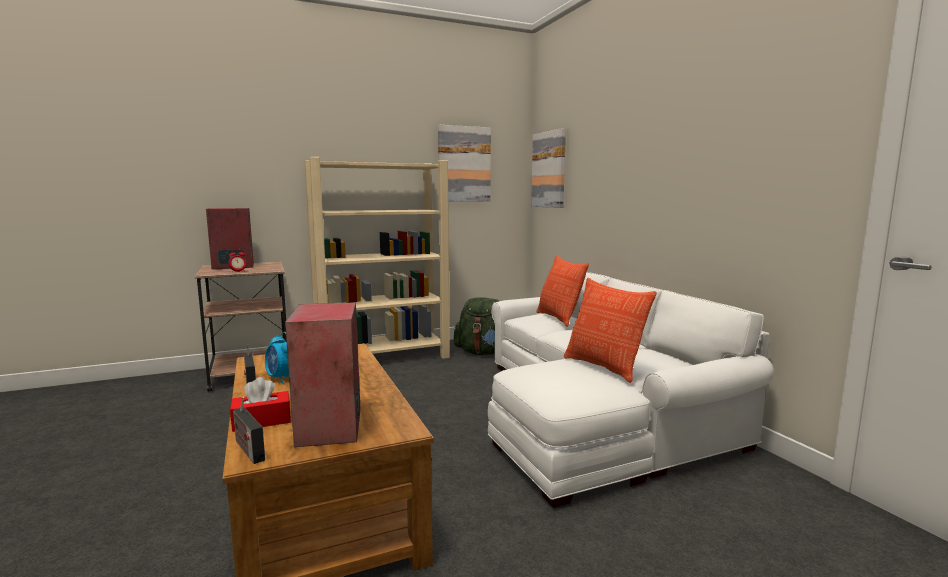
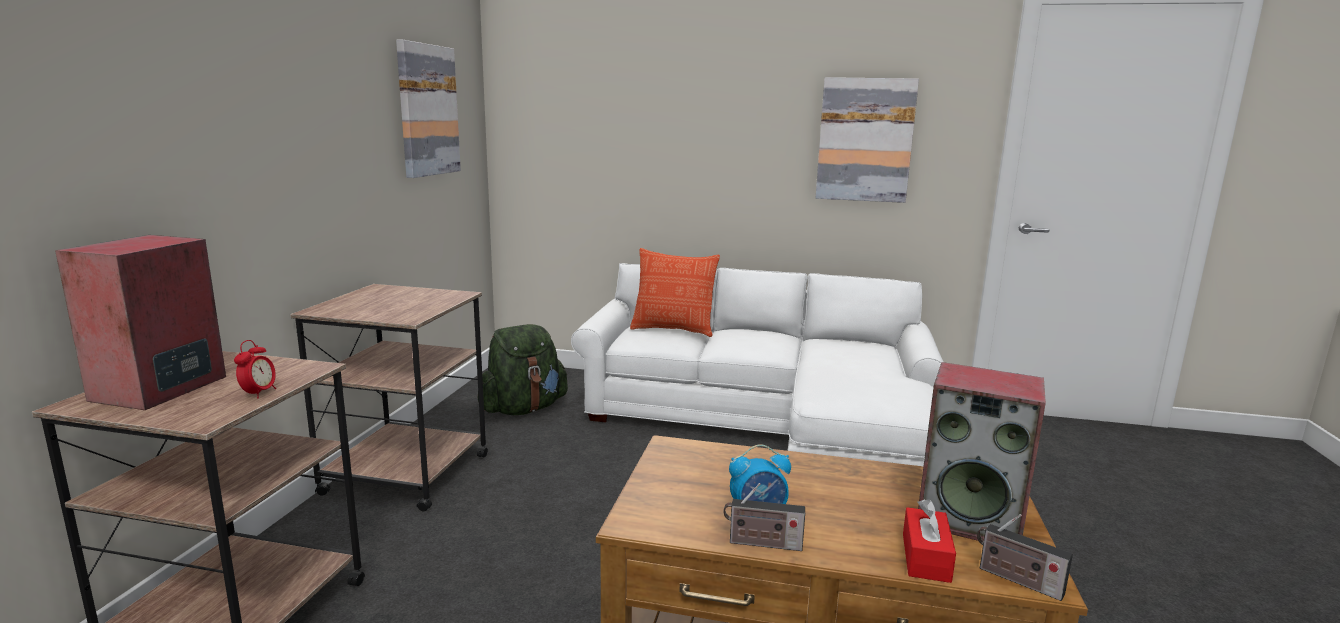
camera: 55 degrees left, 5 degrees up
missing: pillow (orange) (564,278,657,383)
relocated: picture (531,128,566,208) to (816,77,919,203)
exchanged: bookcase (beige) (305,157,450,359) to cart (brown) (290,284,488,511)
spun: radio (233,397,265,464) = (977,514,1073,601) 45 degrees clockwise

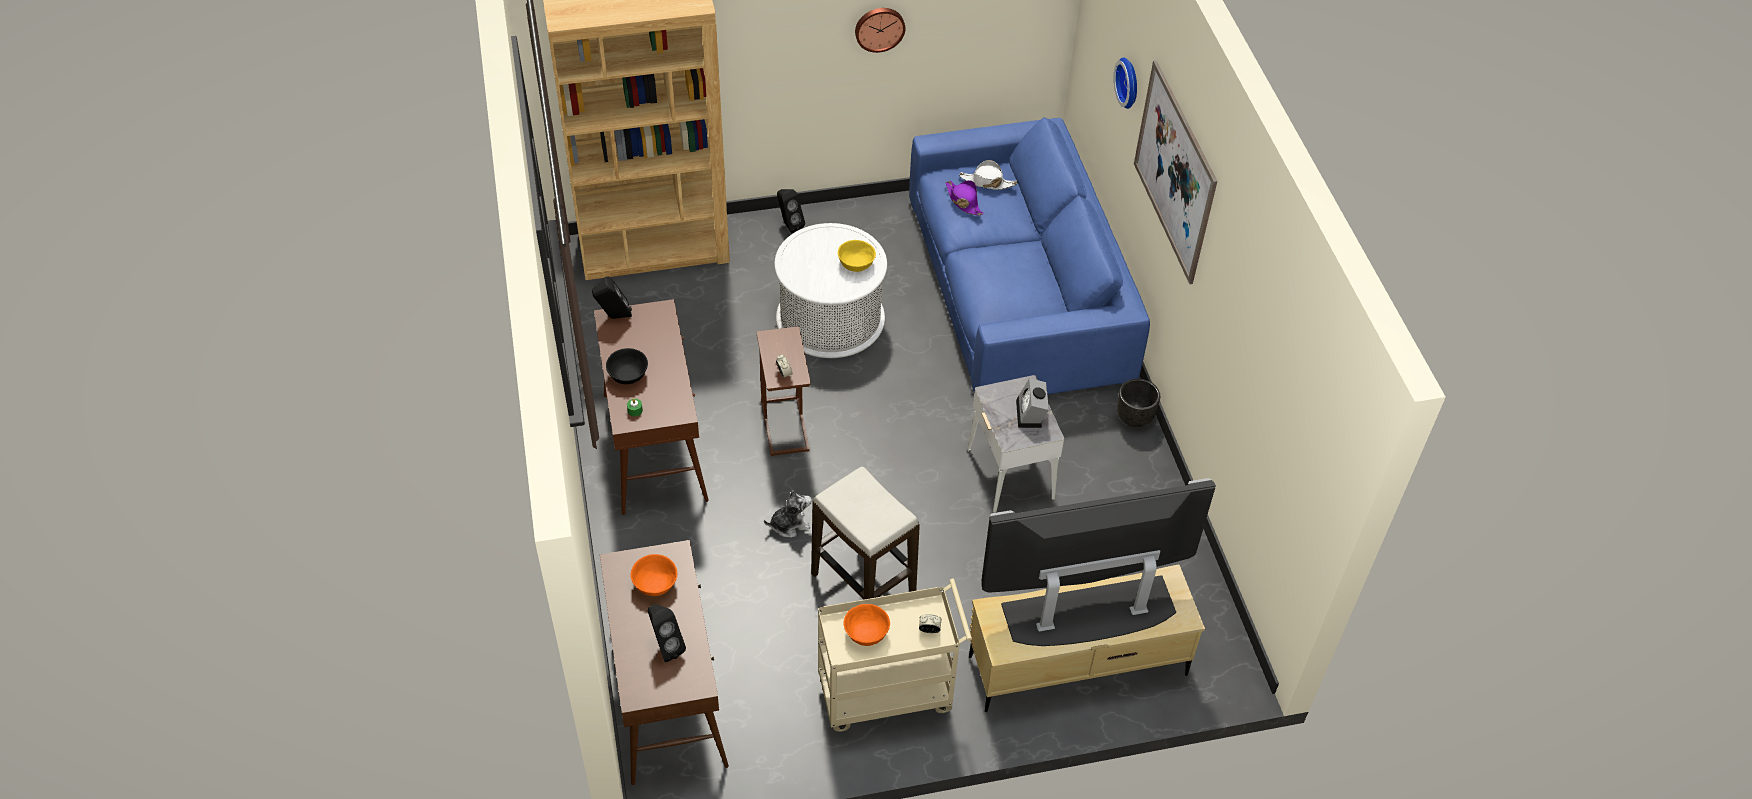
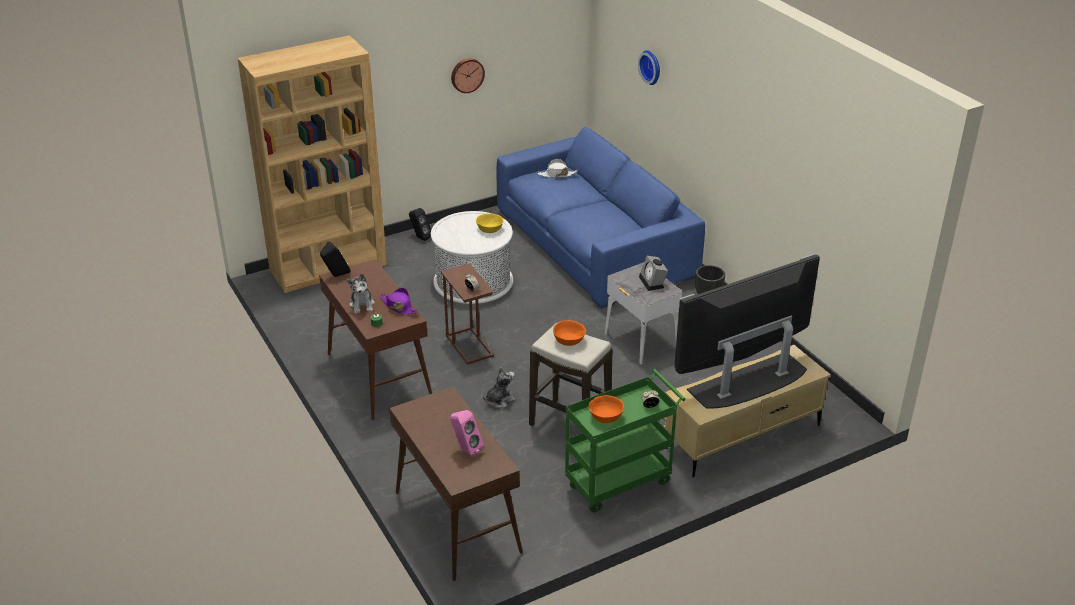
camera: 15 degrees left, 15 degrees down
missing: picture (1134,60,1217,284)
relocated: bowl (orange) (631,554,677,596) to (553,320,586,346); hat (purple) (945,180,984,215) to (380,288,418,315)
exchanged: bowl (black) (606,348,648,384) to plush toy (347,274,375,314)
colour: speaker (black) (648,604,686,662) to speaker (pink) (450,410,484,457); cart (beige) (818,578,972,732) to cart (green) (565,368,686,512)

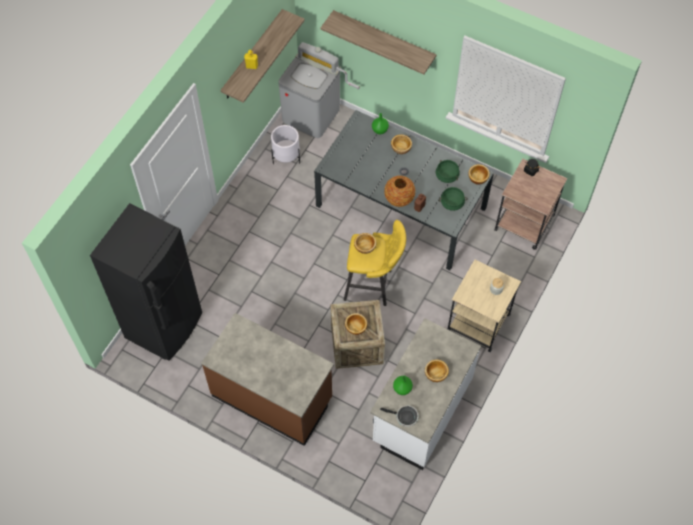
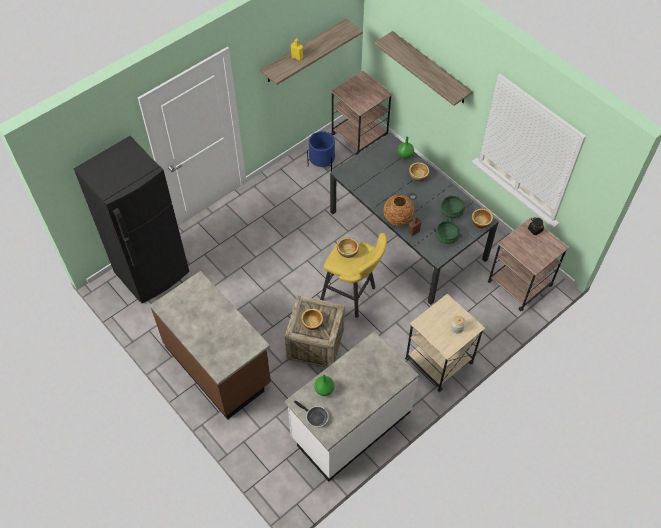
camera: 20 degrees right, 5 degrees down
missing: bowl (425,359,449,382)
exchanged: washing machine (grey) (278,42,360,138) to cart (brown) (330,71,393,155)
colour: planter (white) (271,125,300,164) to planter (blue) (307,131,335,172)

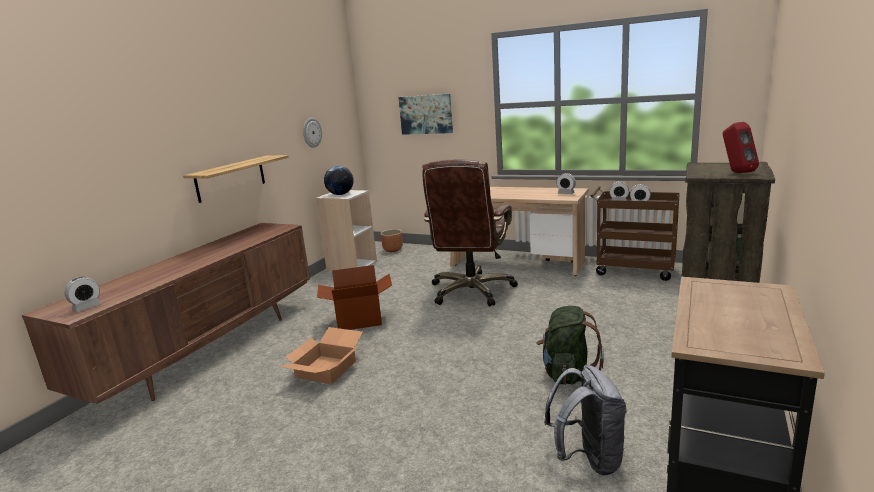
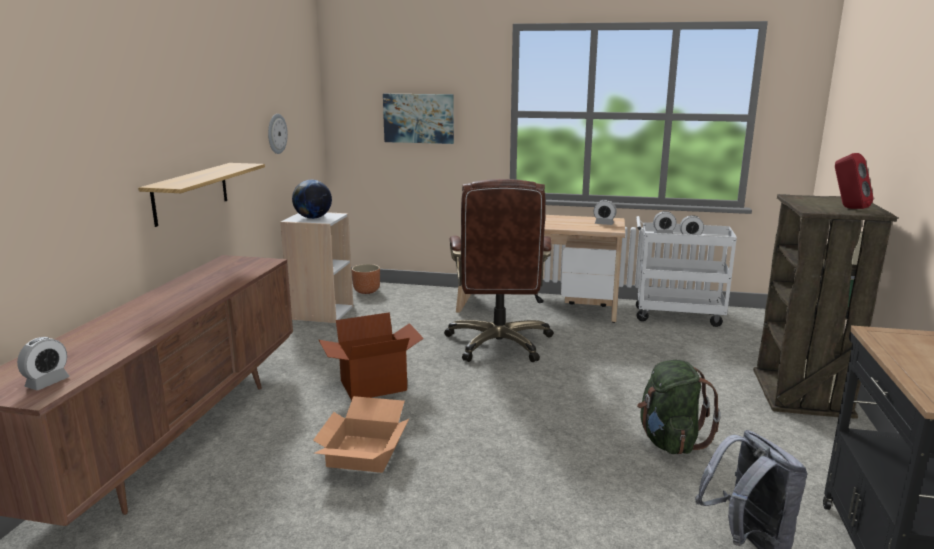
camera: 15 degrees left, 0 degrees up
colour: cart (brown) (590,186,680,281) to cart (white) (636,216,737,327)

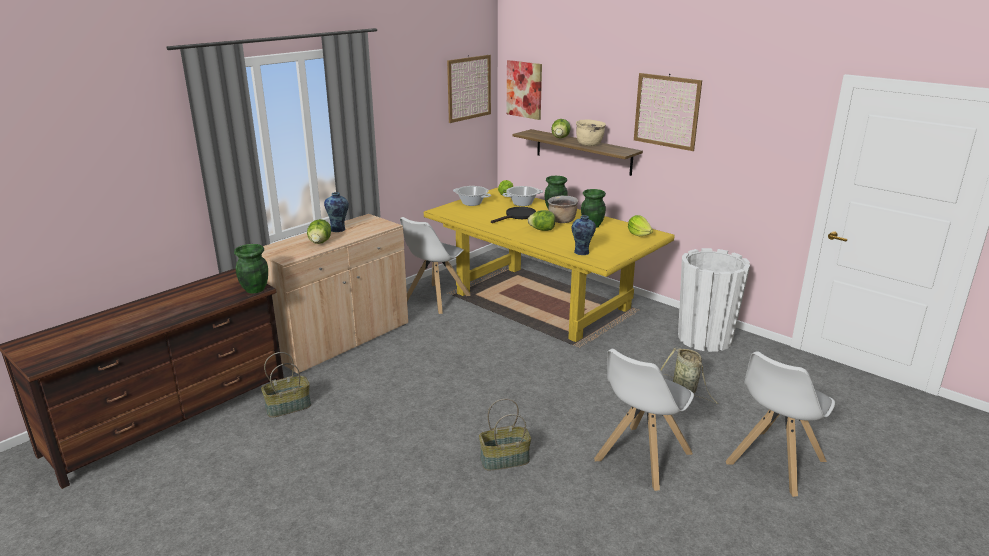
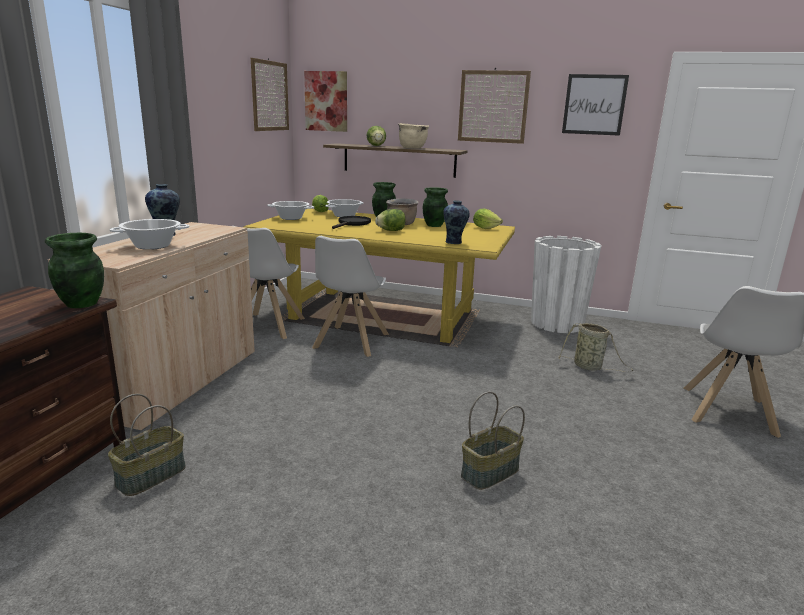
camera: 25 degrees left, 5 degrees down
appeared: picture (562,74,629,136)
relocated: chair (594,349,694,491) to (312,236,389,357)
exchanged: lettuce (307,219,331,244) to cooking pot (109,219,190,250)

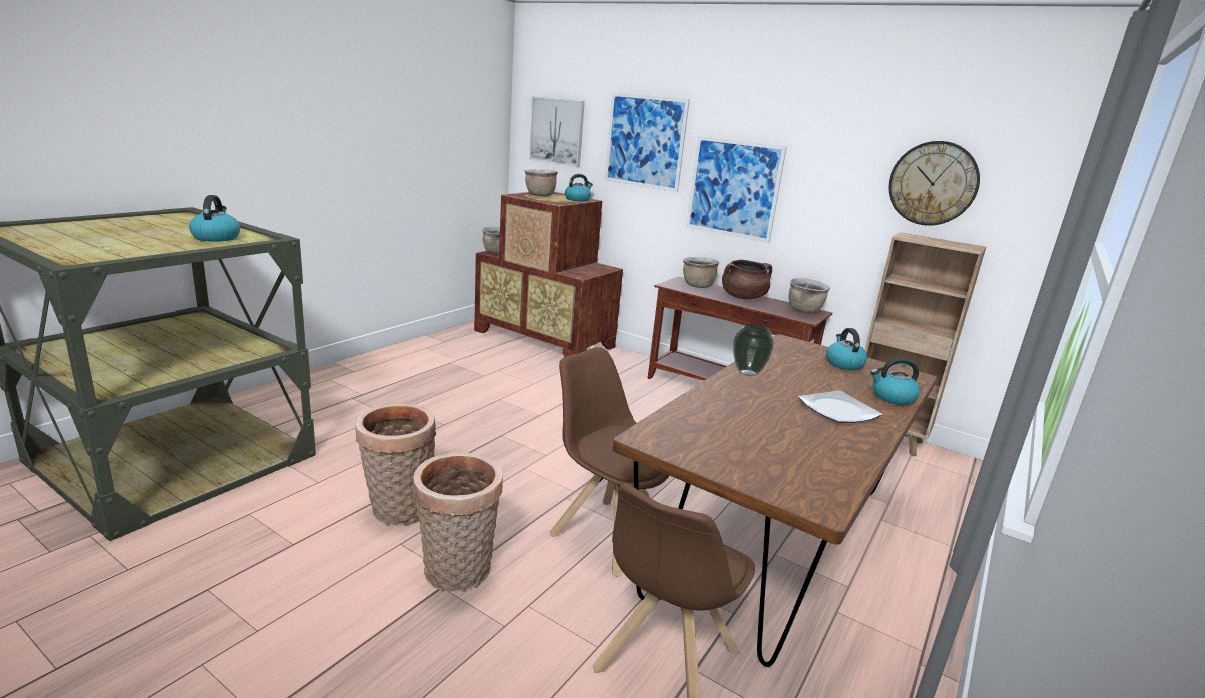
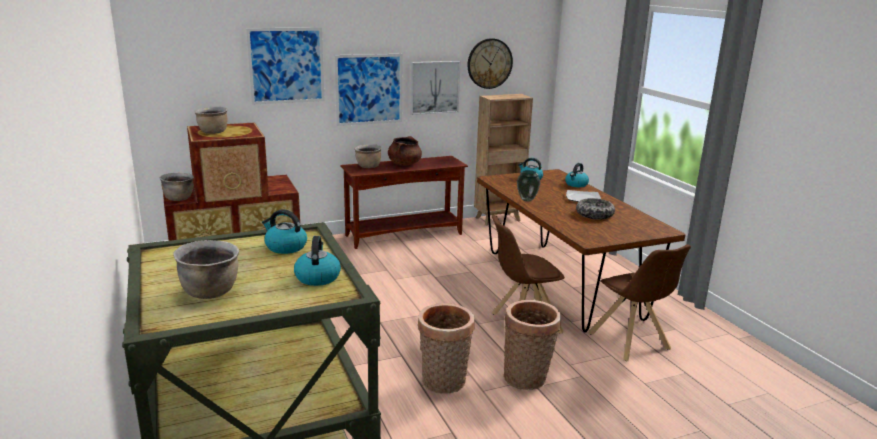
camera: 55 degrees left, 0 degrees up
appeared: bowl (576,198,615,220)
relocated: picture (529,96,585,167) to (410,61,460,115); kettle (565,174,593,201) to (294,236,341,286); cooking pot (brown) (789,278,830,314) to (173,240,239,299)

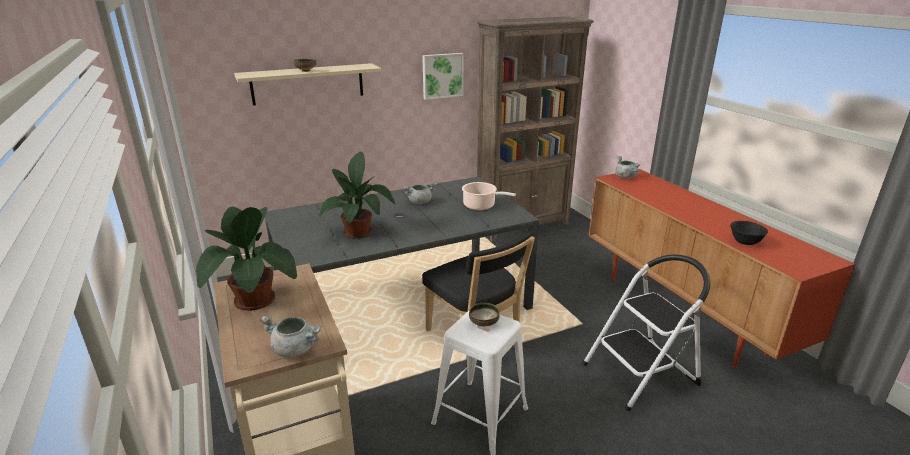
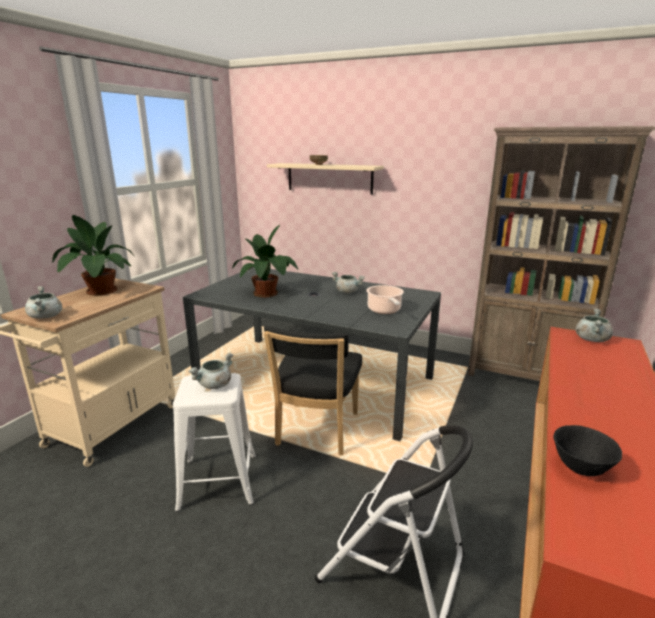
camera: 50 degrees right, 5 degrees down
missing: picture (422,53,464,100)
exchanged: bowl (469,303,500,327) to cooking pot (grey) (188,352,233,389)

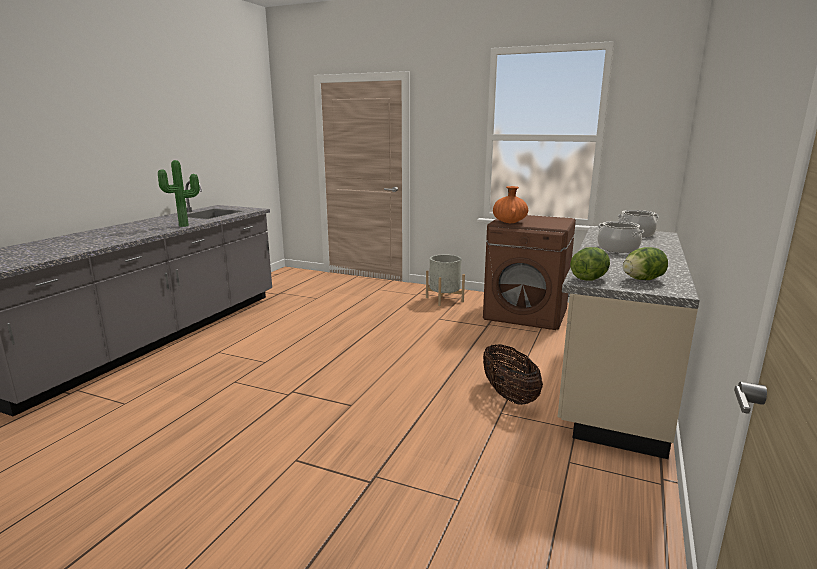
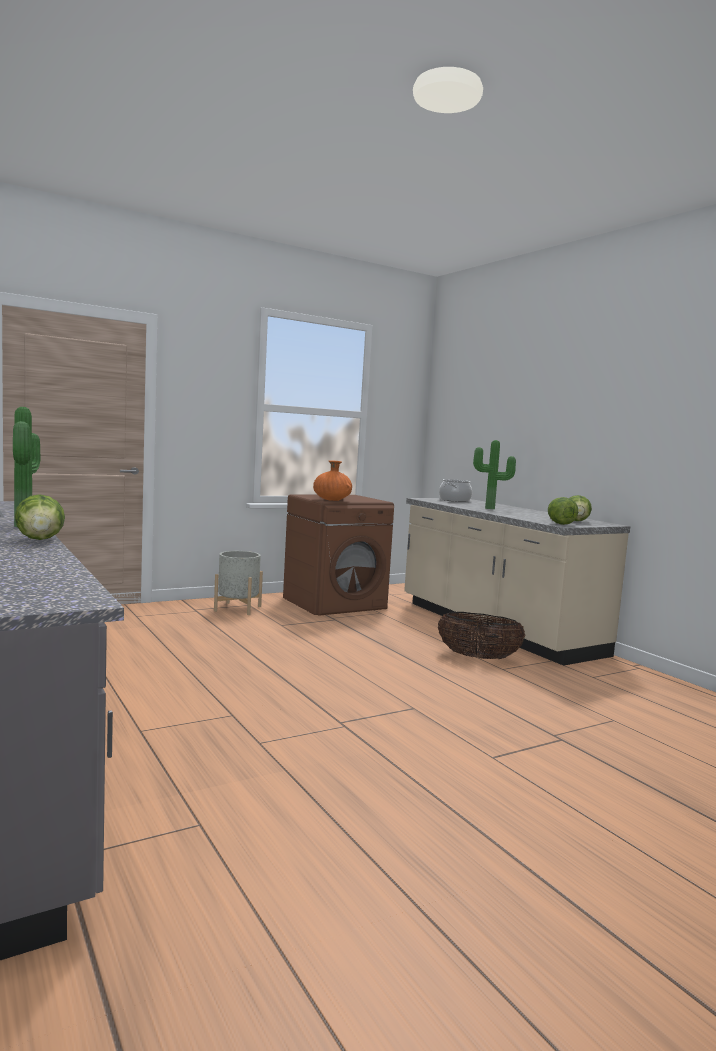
camera: 55 degrees left, 10 degrees down
appeared: lettuce (15,494,65,540)
exchanged: cooking pot (597,221,644,253) to potted plant (473,440,516,509)

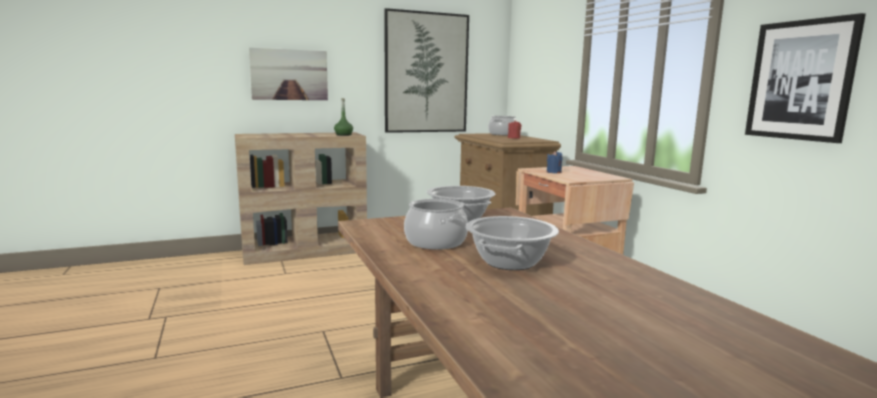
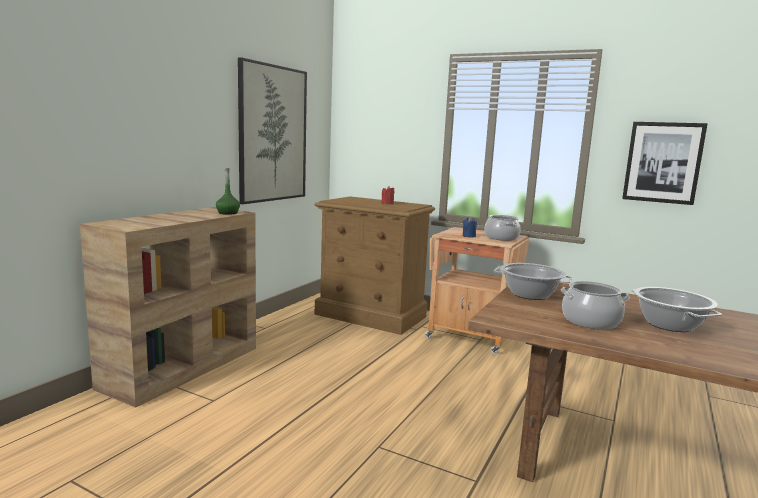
camera: 40 degrees left, 0 degrees up
missing: picture (249,47,328,100)
relocated: cooking pot (488,116,517,135) to (484,215,521,241)

